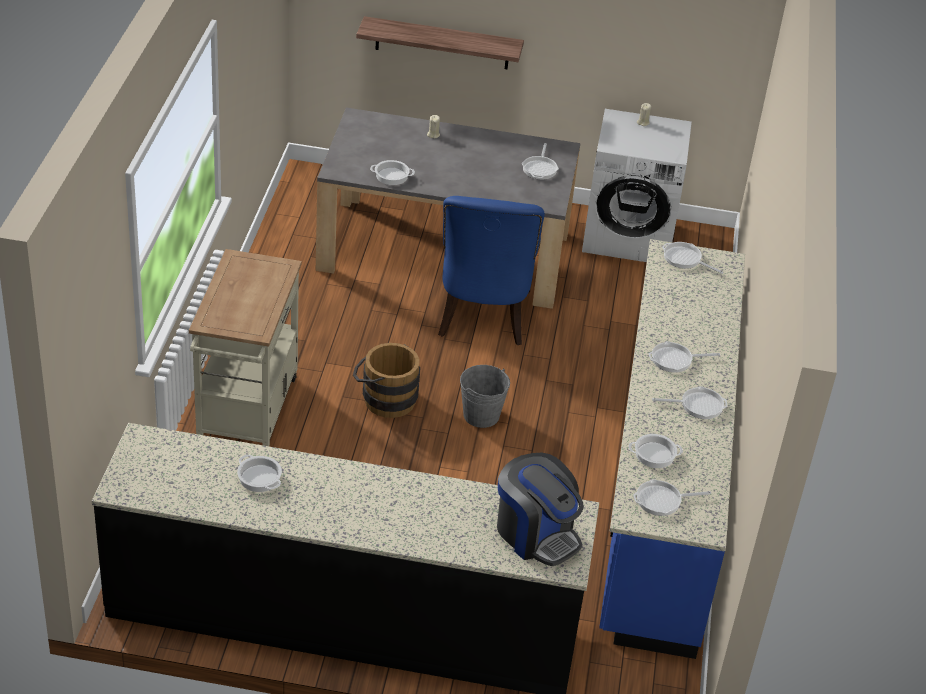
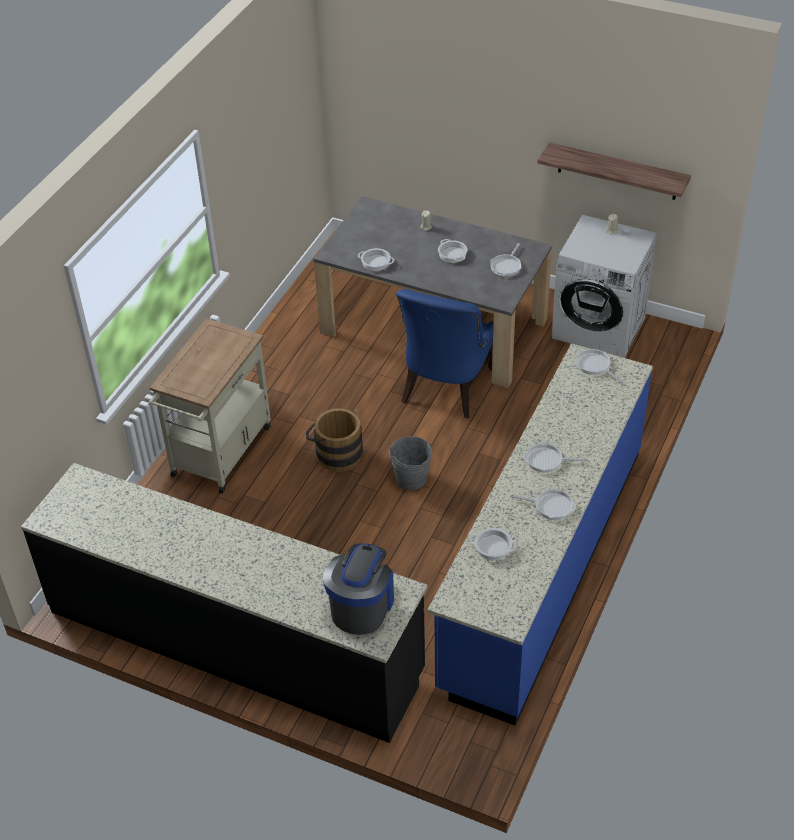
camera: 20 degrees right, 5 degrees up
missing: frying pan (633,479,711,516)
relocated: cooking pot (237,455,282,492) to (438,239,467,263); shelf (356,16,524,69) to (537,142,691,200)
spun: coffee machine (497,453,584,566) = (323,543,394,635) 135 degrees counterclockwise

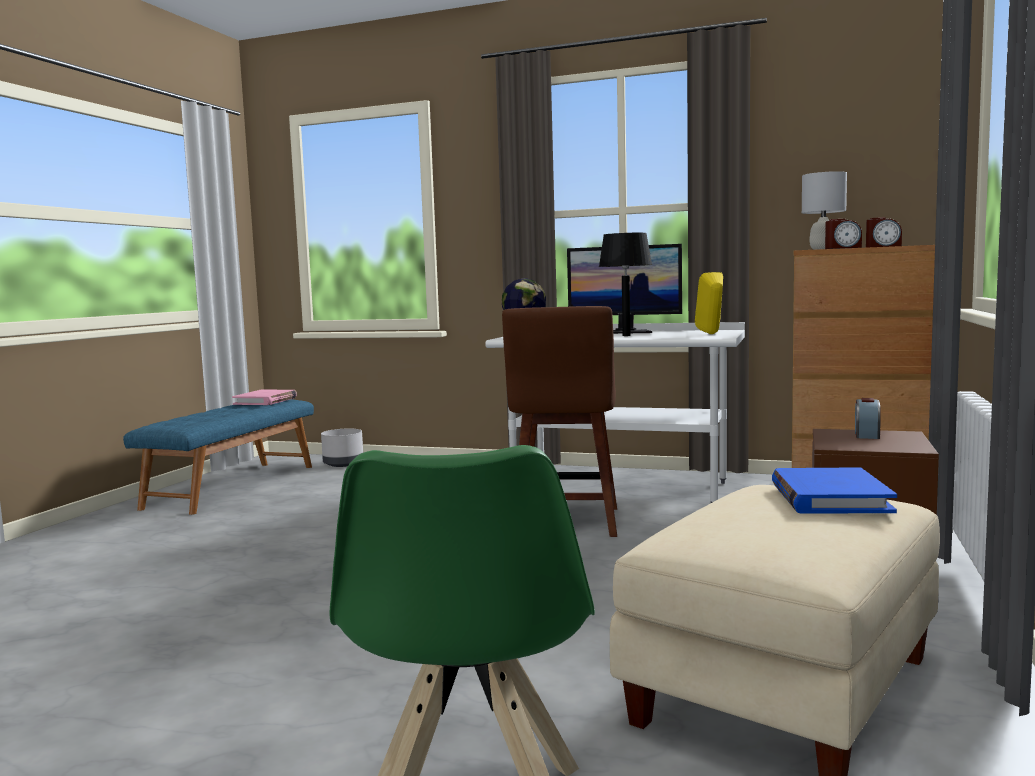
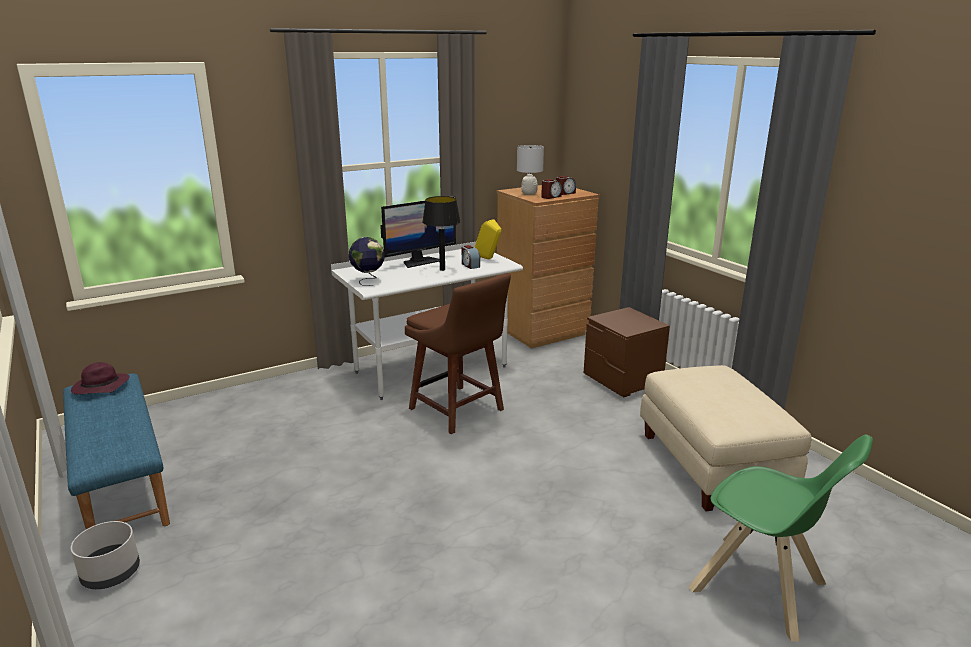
camera: 50 degrees left, 15 degrees up
missing: book (blue) (772,467,897,513)
relocated: planter (grey) (321,428,363,467) to (71,521,140,589); alarm clock (855,398,881,439) to (462,245,480,269)
exchanged: book (pink) (232,390,297,405) to hat (purple) (71,362,130,394)

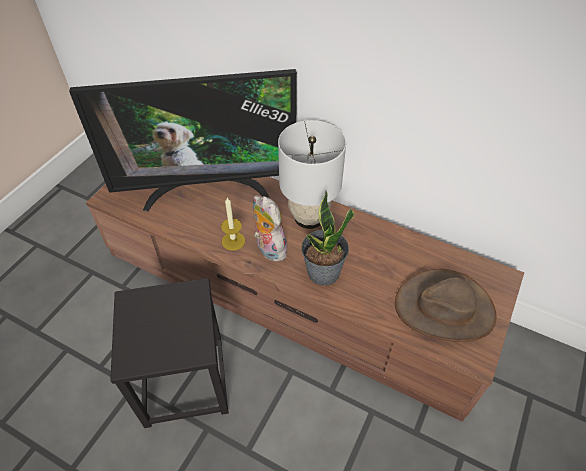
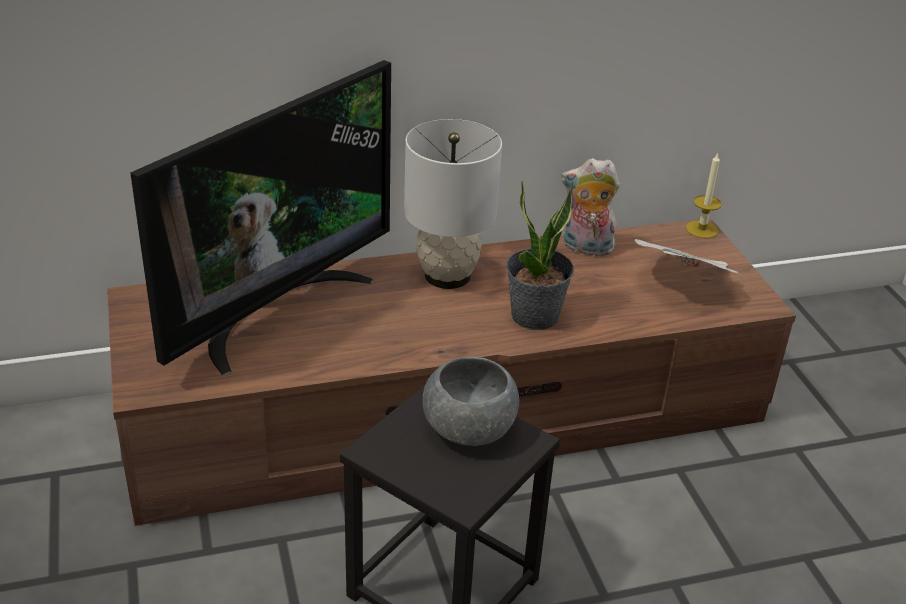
camera: 45 degrees left, 15 degrees down
appeared: bowl (grey) (422,357,519,446)
relocated: candle (221,198,245,251) to (686,152,722,238); plush toy (253,195,287,262) to (561,158,620,256)
exchanged: hat (brown) (395,269,497,342) to newspaper (634,239,738,274)

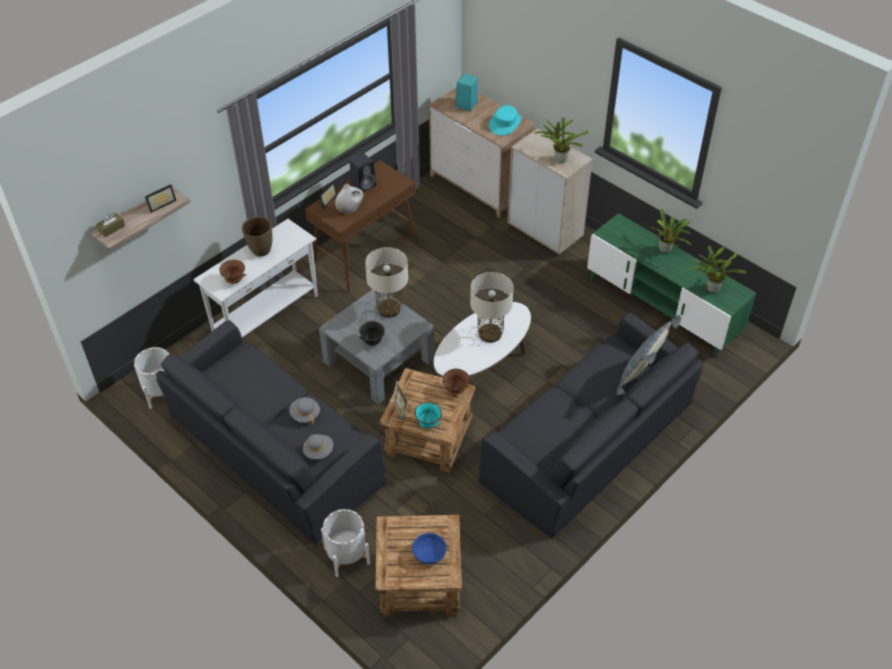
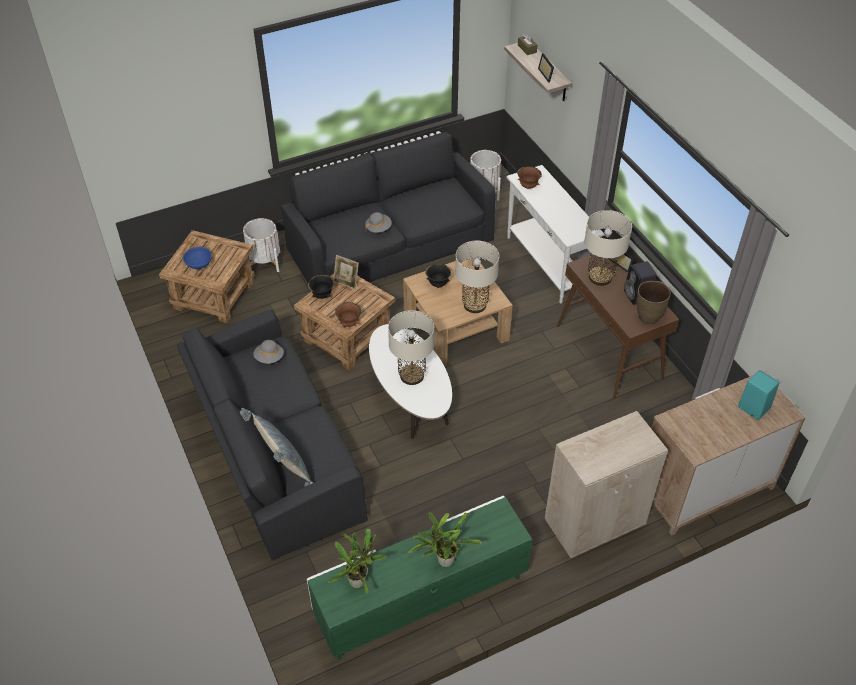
camera: 110 degrees right, 0 degrees up
missing: hat (turquoise) (489,105,522,135); potted plant (534,117,588,164)
relocated: vase (brown) (242,217,272,257) to (637,281,671,325); hat (grey) (303,434,333,459) to (253,340,284,364)
exchanged: vase (white) (335,184,363,214) to table lamp (584,210,632,286)
colour: coffee table (grey) (319,289,435,404) to coffee table (brown) (403,258,513,365); bowl (turquoise) (414,402,442,428) to bowl (black) (308,275,334,299)

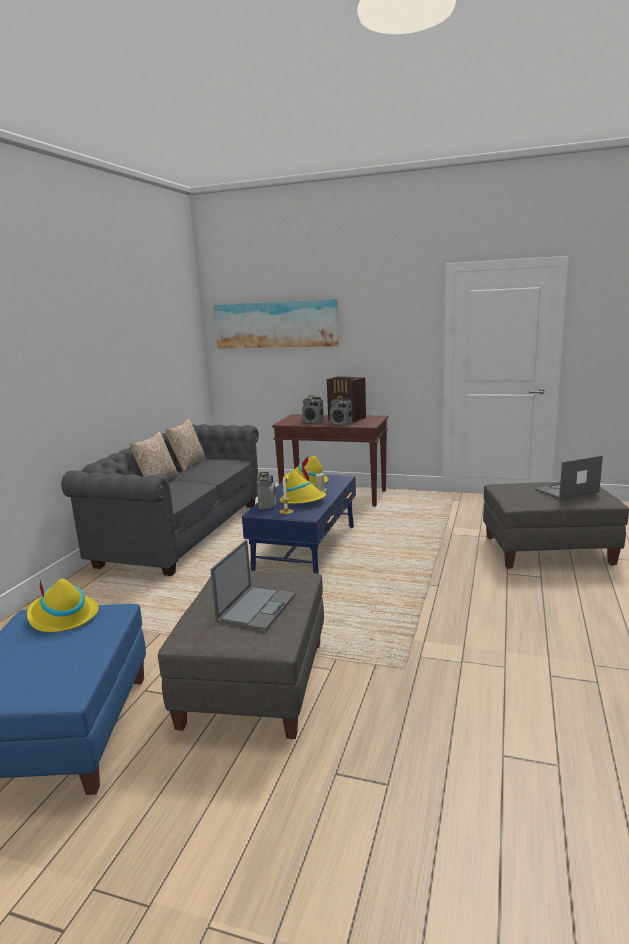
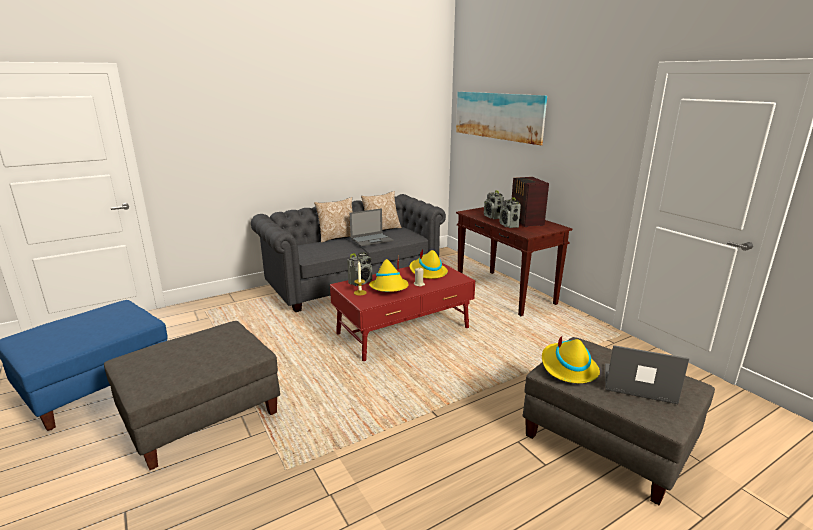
camera: 40 degrees right, 5 degrees up
relocated: hat (yellow) (27,579,99,632) to (542,336,600,383); laptop (210,540,296,630) to (350,208,393,246)
colour: coffee table (blue) (242,474,356,574) to coffee table (red) (330,263,475,361)

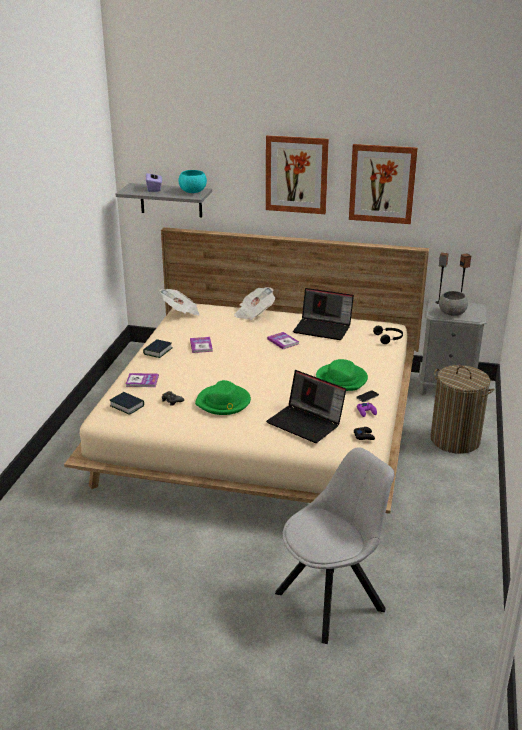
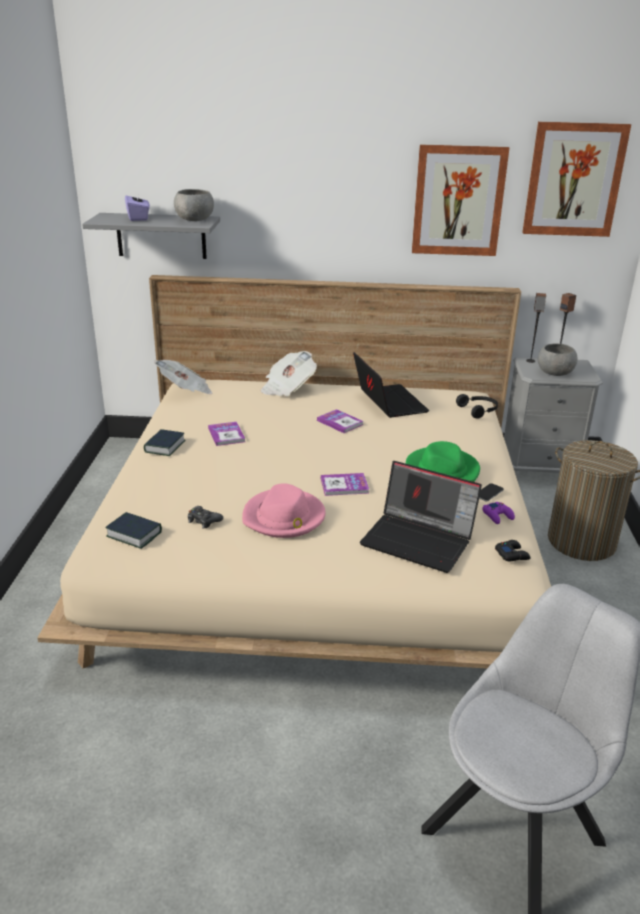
camera: 10 degrees left, 0 degrees up
relocated: book (126,373,159,387) to (321,473,369,496); picture (266,135,329,214) to (522,122,631,237)
colour: bowl (turquoise) (178,170,207,193) to bowl (grey) (174,189,214,221); hat (green) (195,380,251,415) to hat (pink) (242,483,326,538)
spun: laptop (293,288,354,340) = (353,352,429,418) 120 degrees counterclockwise

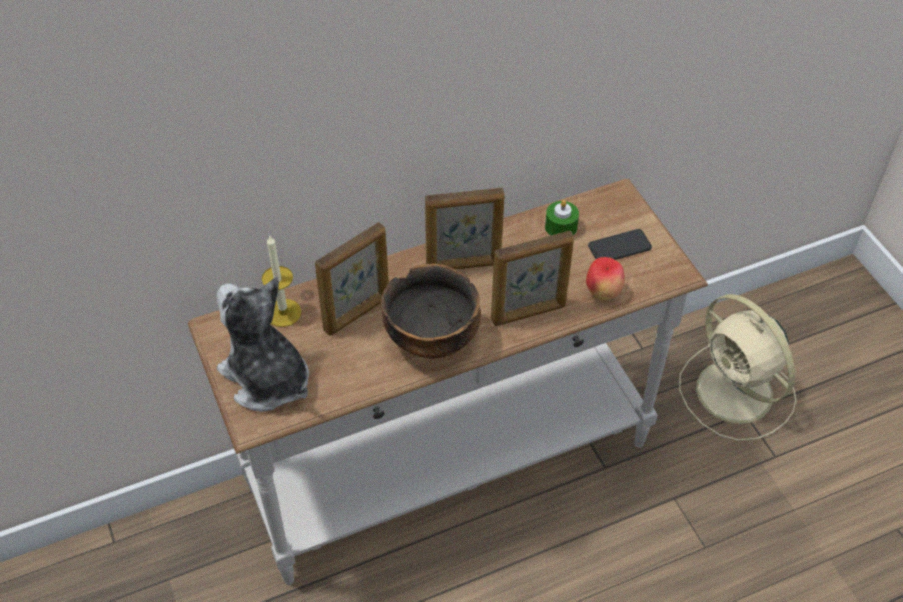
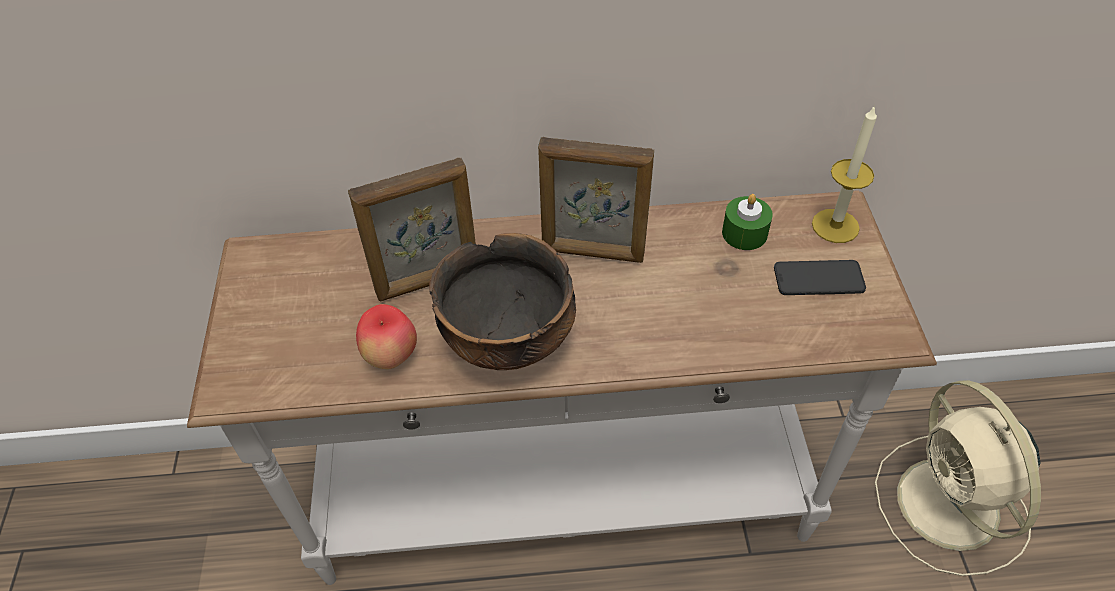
camera: 20 degrees right, 0 degrees up
missing: plush toy (216,277,309,412); picture frame (491,231,574,326)
relocated: candle (262,236,301,327) to (812,105,877,243); apple (586,257,625,300) to (356,304,417,369)

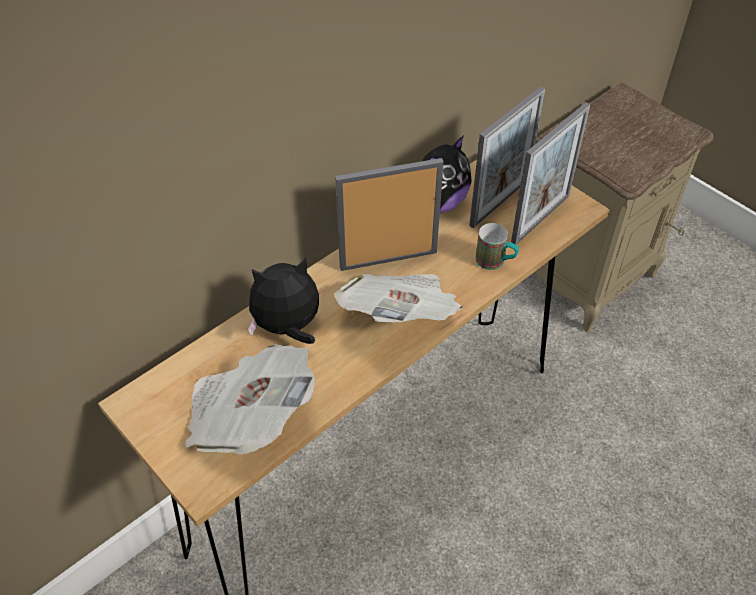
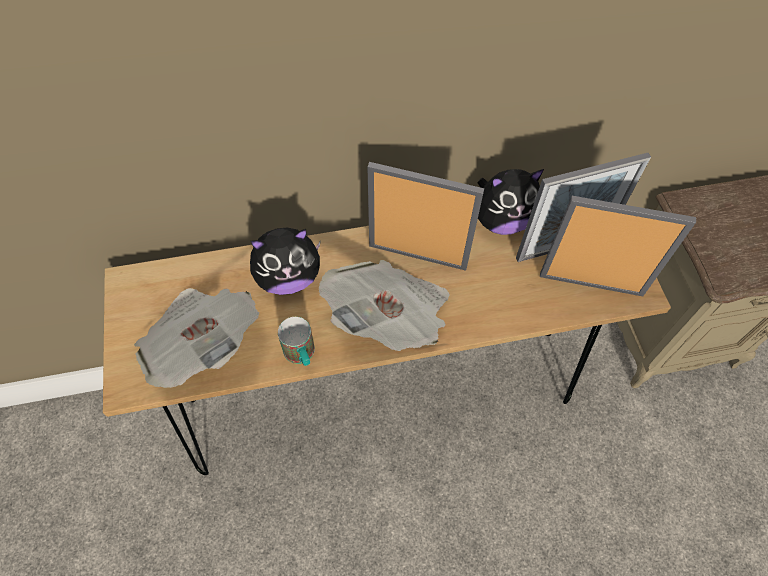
camera: 30 degrees right, 10 degrees up
relocated: mug (475,223,519,270) to (278,317,315,366)
spun: plush toy (248,258,319,344) = (250,228,321,295) 150 degrees clockwise; picture frame (511,102,590,245) = (540,196,696,296) 150 degrees counterclockwise

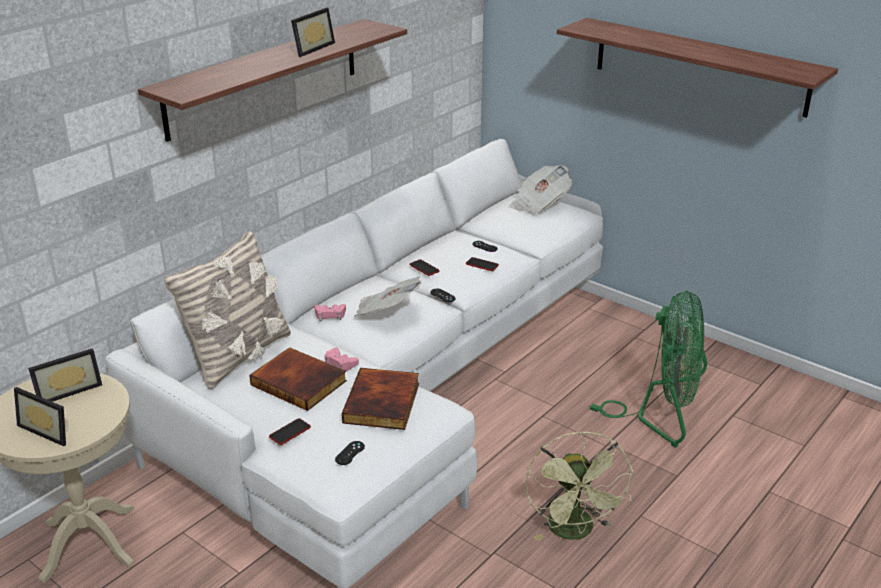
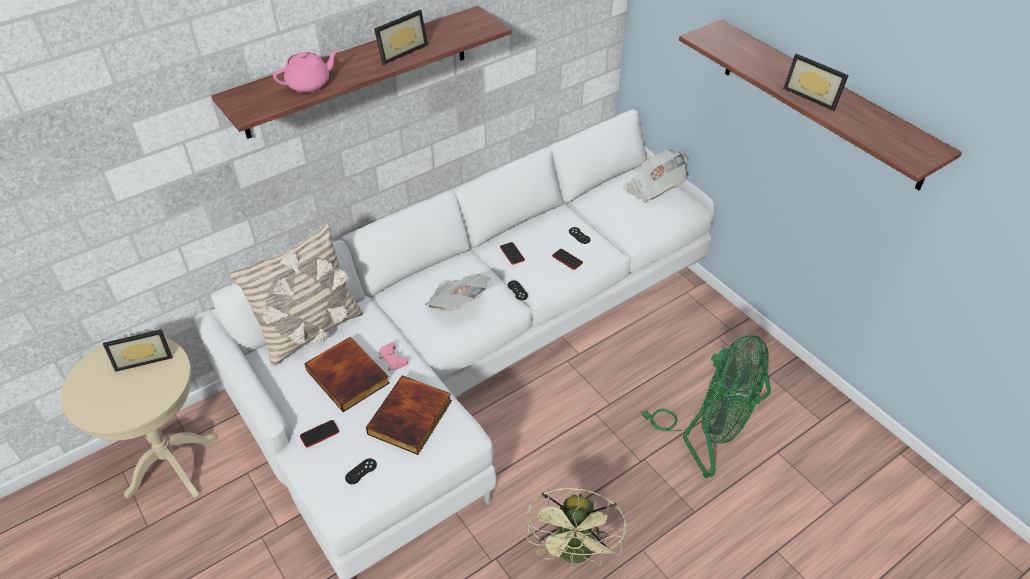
camera: 15 degrees right, 15 degrees up
missing: game controller (pink) (315,304,346,321)
appeared: teapot (pink) (273,49,339,93)
relocated: picture frame (14,387,66,446) to (783,54,849,111)

